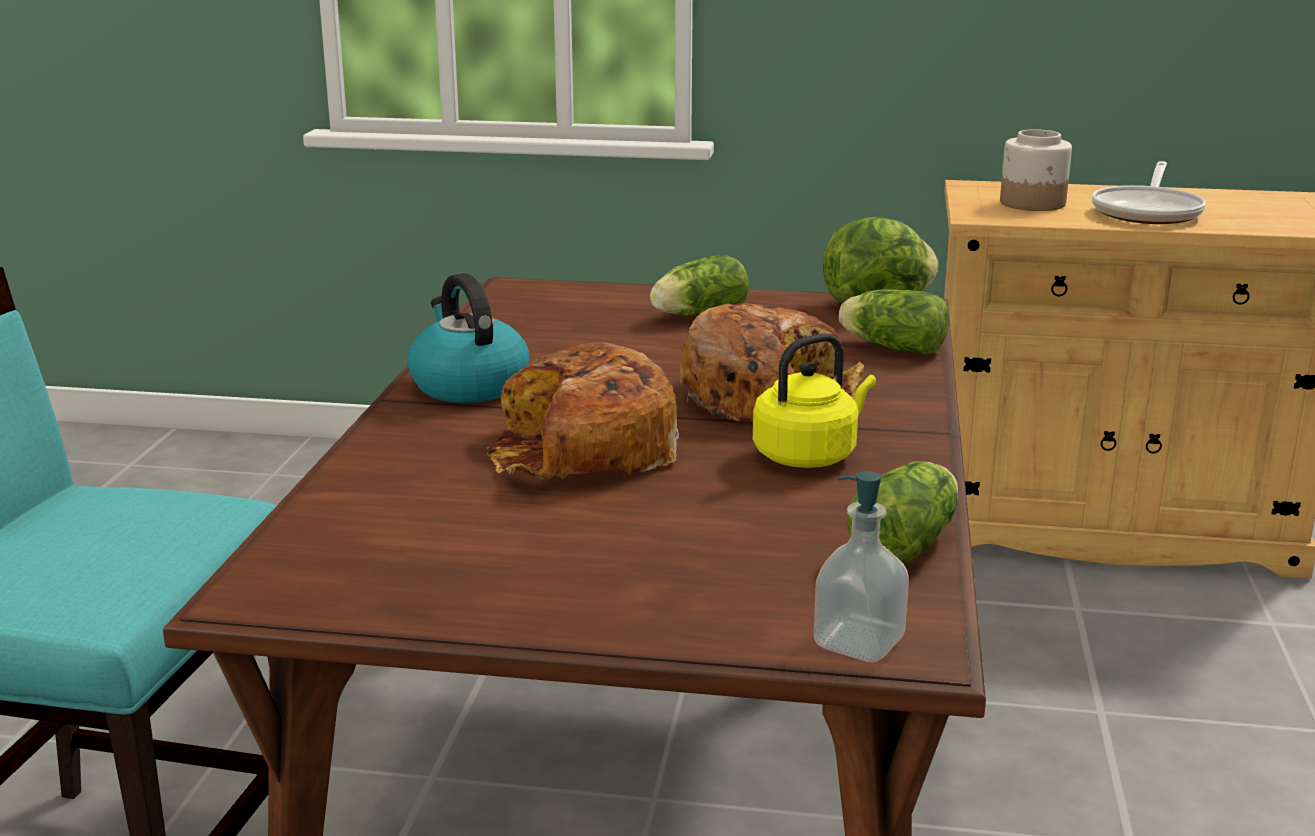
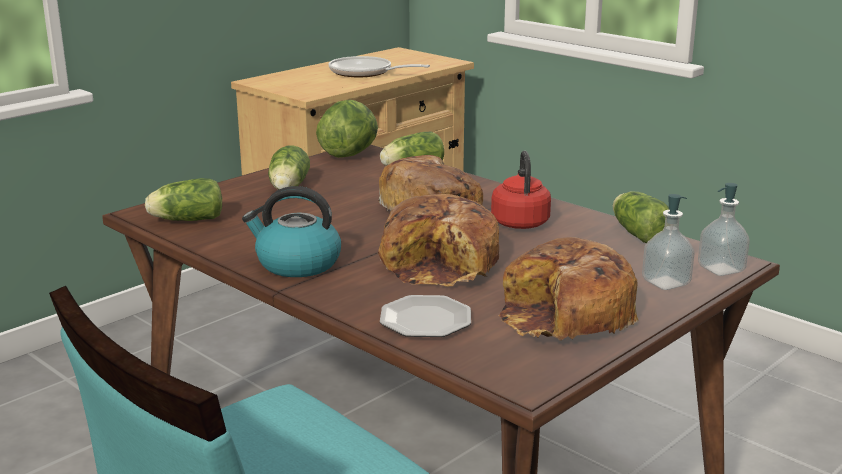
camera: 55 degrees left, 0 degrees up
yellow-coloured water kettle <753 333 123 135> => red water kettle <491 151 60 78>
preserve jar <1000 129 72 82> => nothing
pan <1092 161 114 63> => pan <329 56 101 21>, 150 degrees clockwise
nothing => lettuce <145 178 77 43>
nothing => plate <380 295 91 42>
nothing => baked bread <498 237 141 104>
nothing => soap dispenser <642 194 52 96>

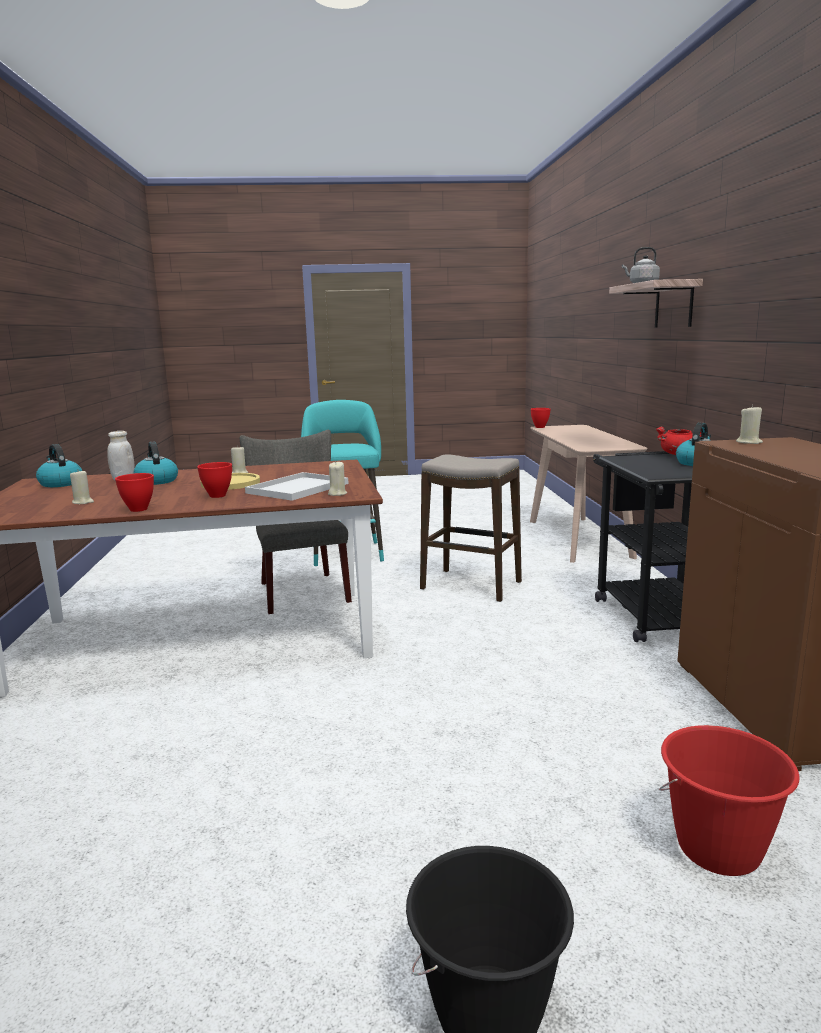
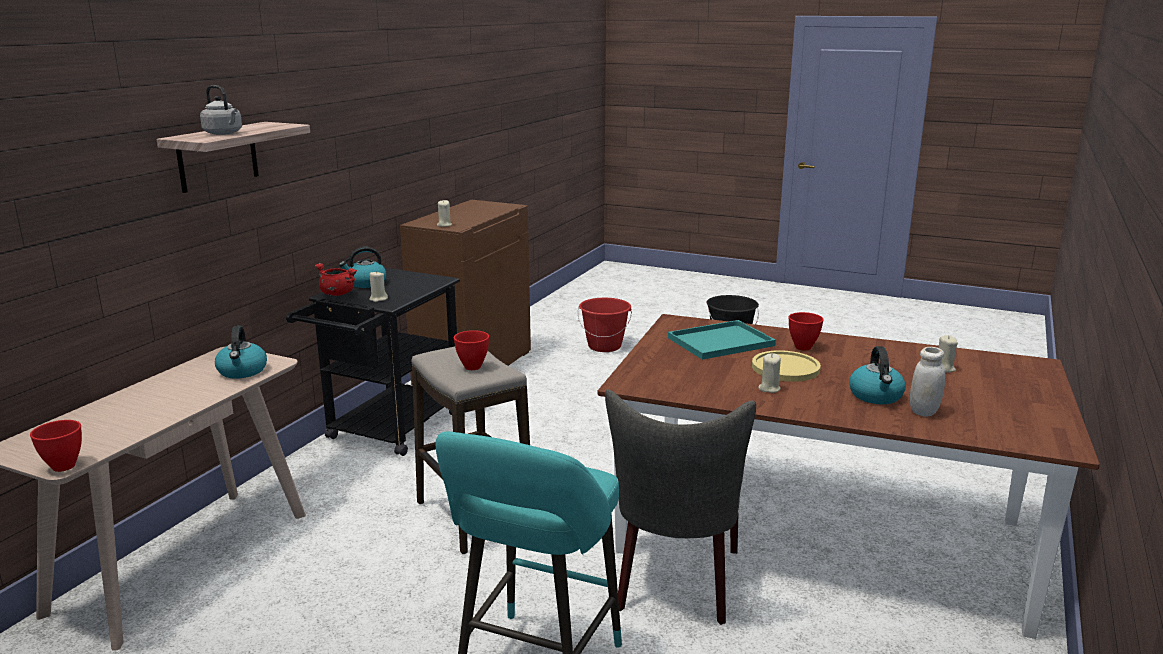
camera: 150 degrees left, 5 degrees up
water kettle <36 444 46 43> => water kettle <215 326 52 53>, shifted
red serving bowl <115 473 39 39> => red serving bowl <454 330 35 40>, shifted
white tray <245 472 104 29> => turquoise-coloured tray <668 320 108 40>
beige candle <328 461 19 35> => beige candle <369 271 19 31>, shifted

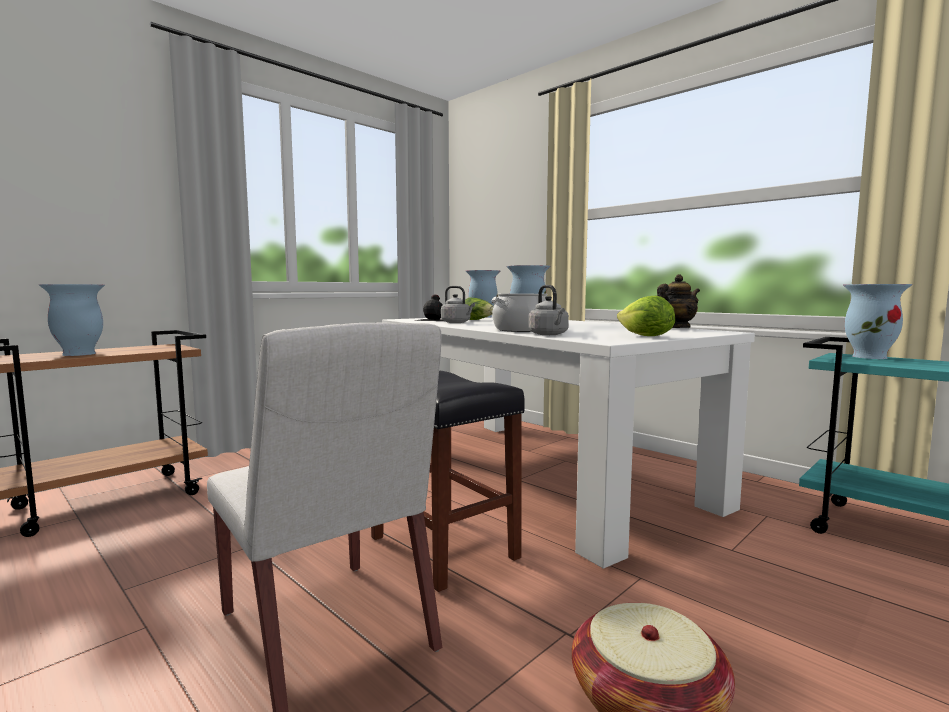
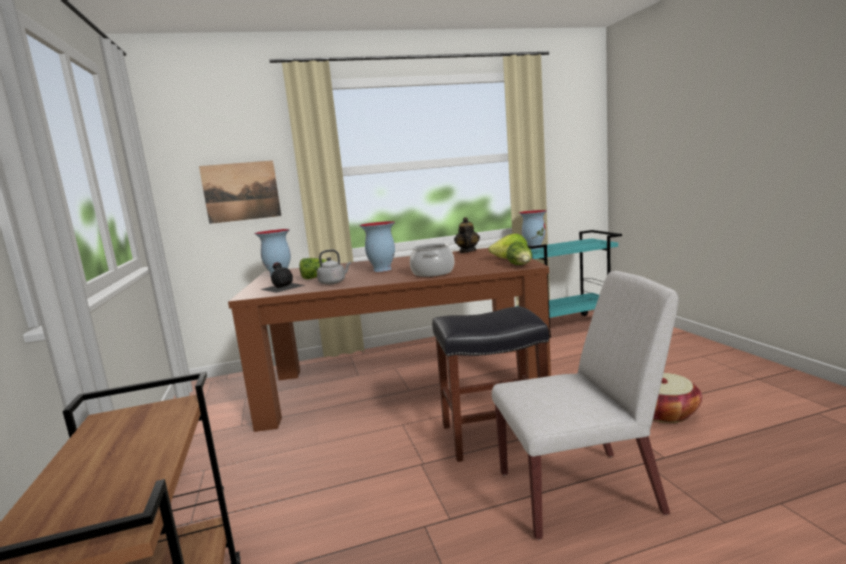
camera: 60 degrees left, 5 degrees up
flower vase <38 284 67 72> => nothing
white dinner table <382 317 373 252> => brownish dinner table <228 248 323 184>
greyish water kettle <528 285 41 50> => nothing
nothing => wall art <199 160 82 64>
nothing => lettuce <506 242 26 23>

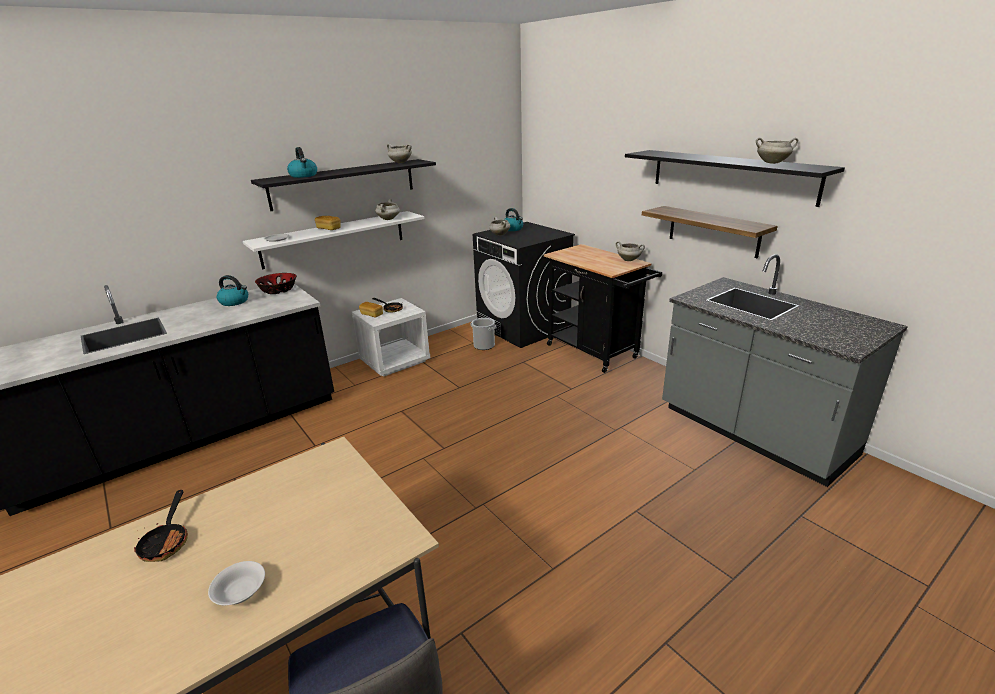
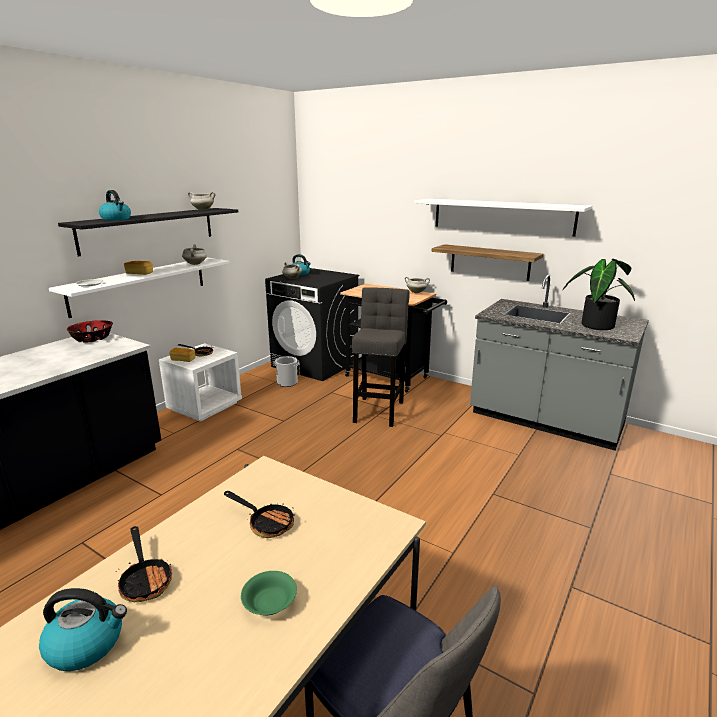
camera: 20 degrees left, 5 degrees down
white serving bowl <208 561 57 44> => green serving bowl <241 571 56 44>
water kettle <217 275 31 31> => water kettle <39 588 88 83>, shifted
black bracket shelf <625 150 220 57> => white bracket shelf <414 199 178 38>
white stockpot <756 138 42 26> => nothing
nothing => pan <224 491 71 47>
nothing => greyish stool seat <352 287 58 140>
nothing => plant in a pot <563 259 72 71>

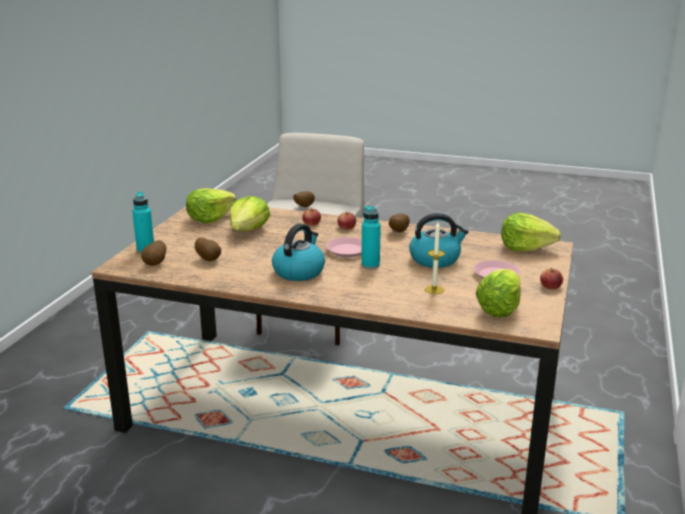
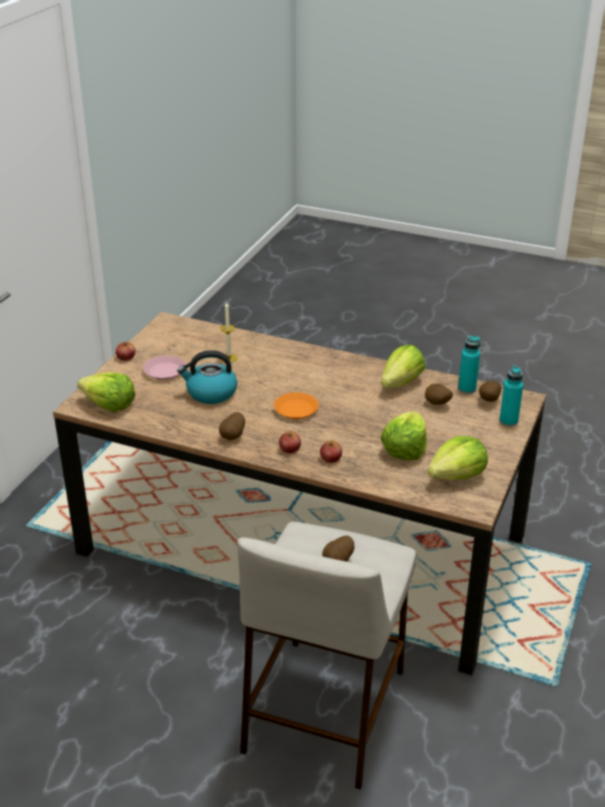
camera: 175 degrees left, 10 degrees up
water kettle <272 223 53 58> => nothing
pink-coloured plate <326 237 36 20> => orange plate <274 392 45 27>
turquoise-coloured bottle <361 206 20 63> => turquoise-coloured bottle <458 336 22 58>, shifted
lettuce <476 269 45 48> => lettuce <381 345 44 43>, shifted

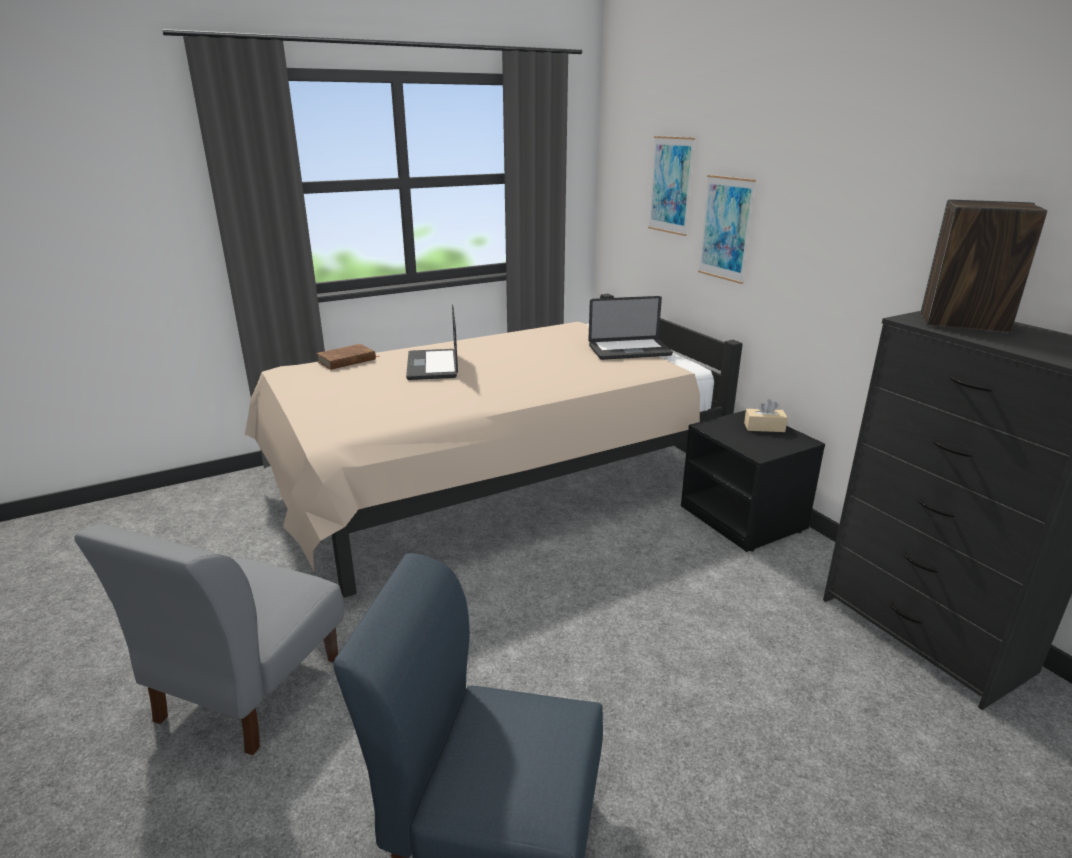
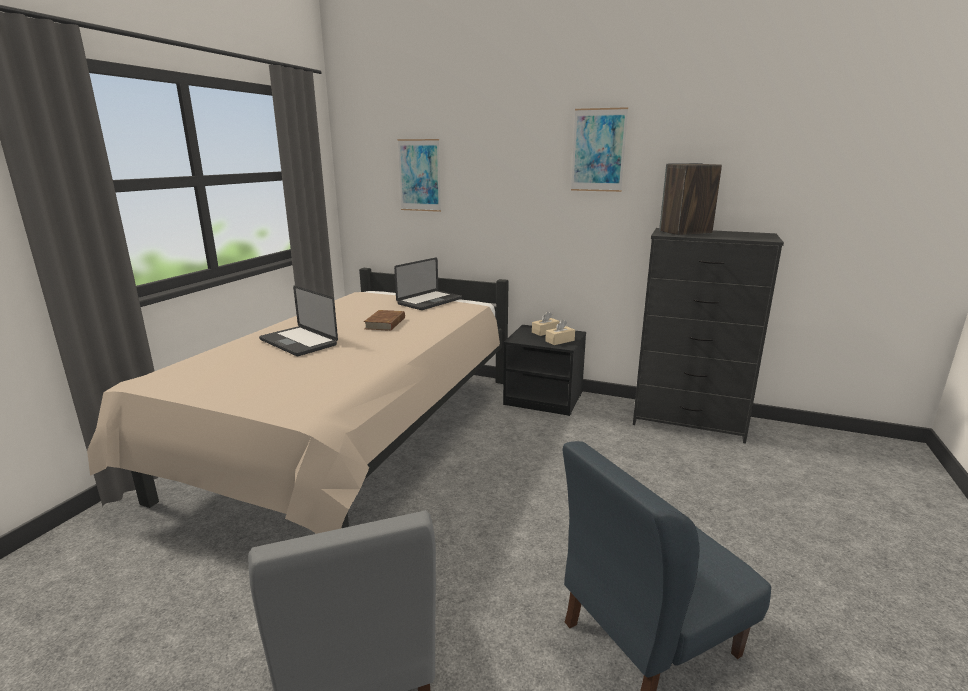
camera: 40 degrees left, 5 degrees down
brownish bound book <316 344 64 26> => brownish bound book <364 310 41 21>, shifted
wall art <698 175 58 109> => wall art <571 107 57 85>, shifted
nothing => beige box of tissues <545 320 30 25>

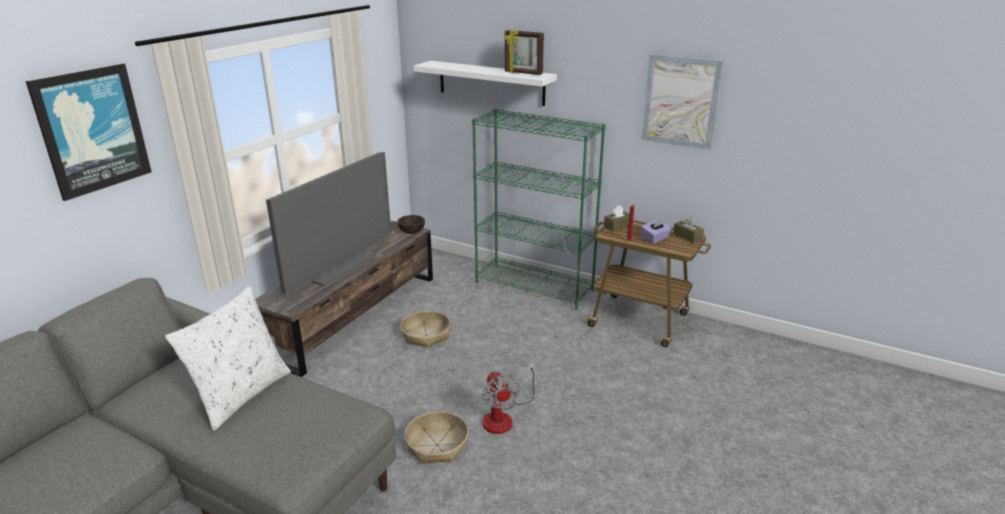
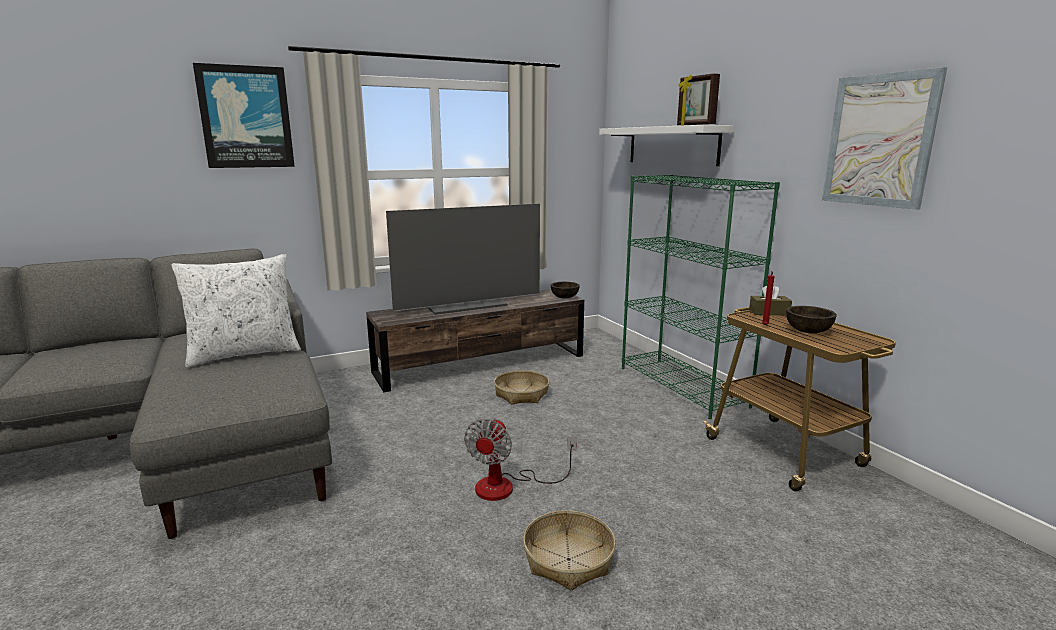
camera: 35 degrees right, 10 degrees down
storage basket <404 411 64 53> => storage basket <523 510 93 81>, shifted
purple box of tissues <641 219 31 25> => brownish serving bowl <786 306 51 27>
brownish box of tissues <673 216 31 27> => nothing

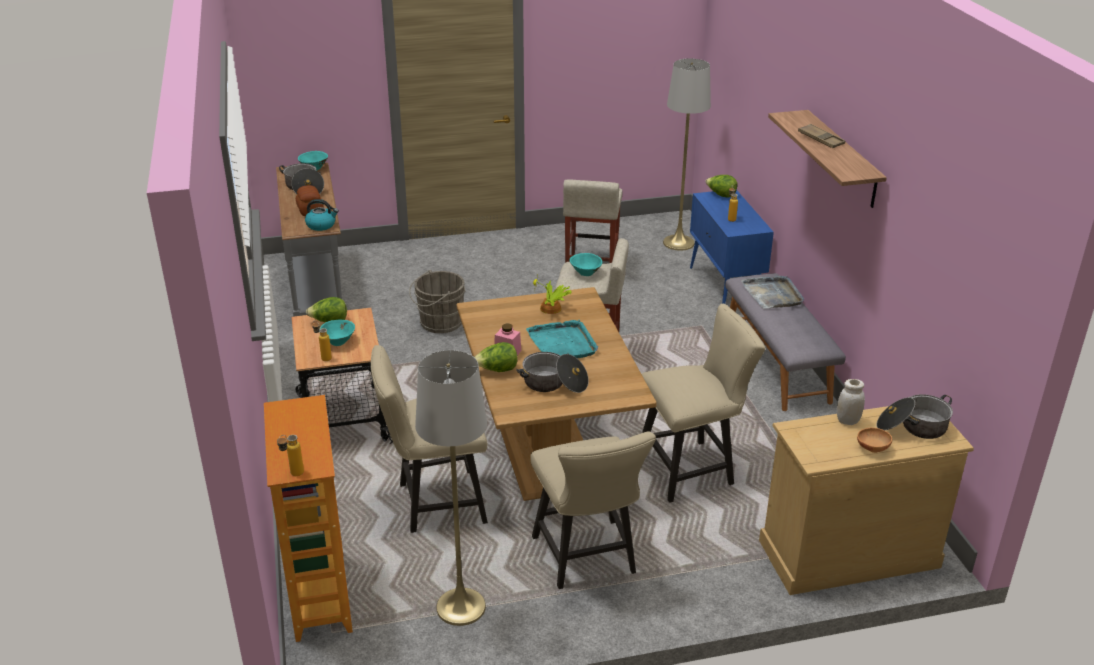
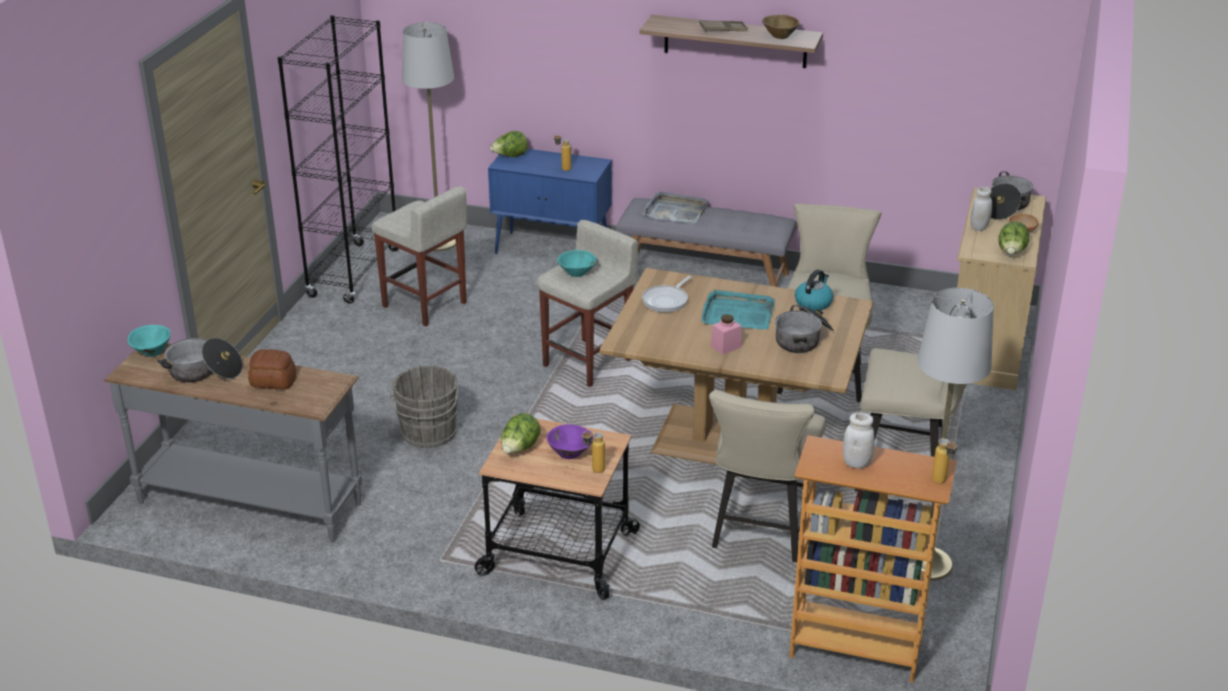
camera: 60 degrees left, 0 degrees up
water kettle <305 199 34 32> => water kettle <795 270 38 41>, shifted
turquoise-coloured serving bowl <320 320 35 26> => purple serving bowl <546 424 47 35>
lettuce <474 342 43 30> => lettuce <999 221 30 33>, shifted
plant in a pot <533 276 39 38> => pan <642 276 50 36>
nothing => black bookcase <278 15 121 289>
nothing => brownish serving bowl <762 15 37 24>
nothing => white preserve jar <843 413 32 56>

